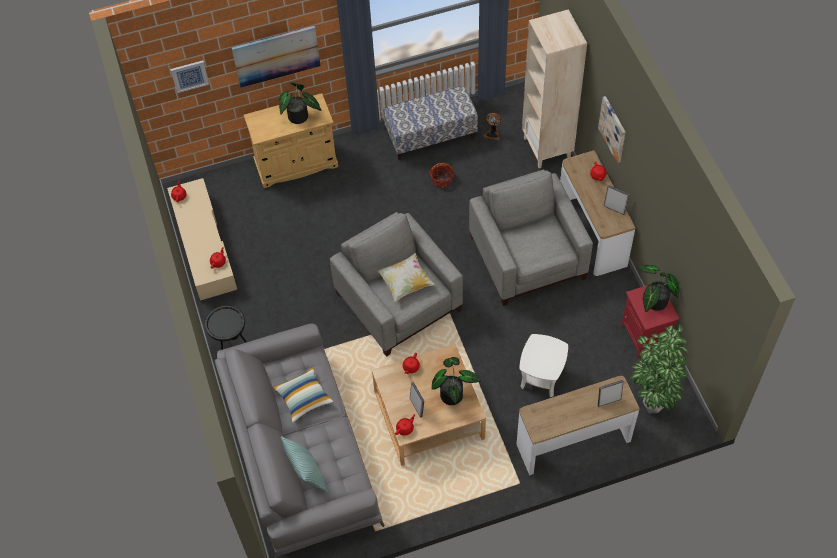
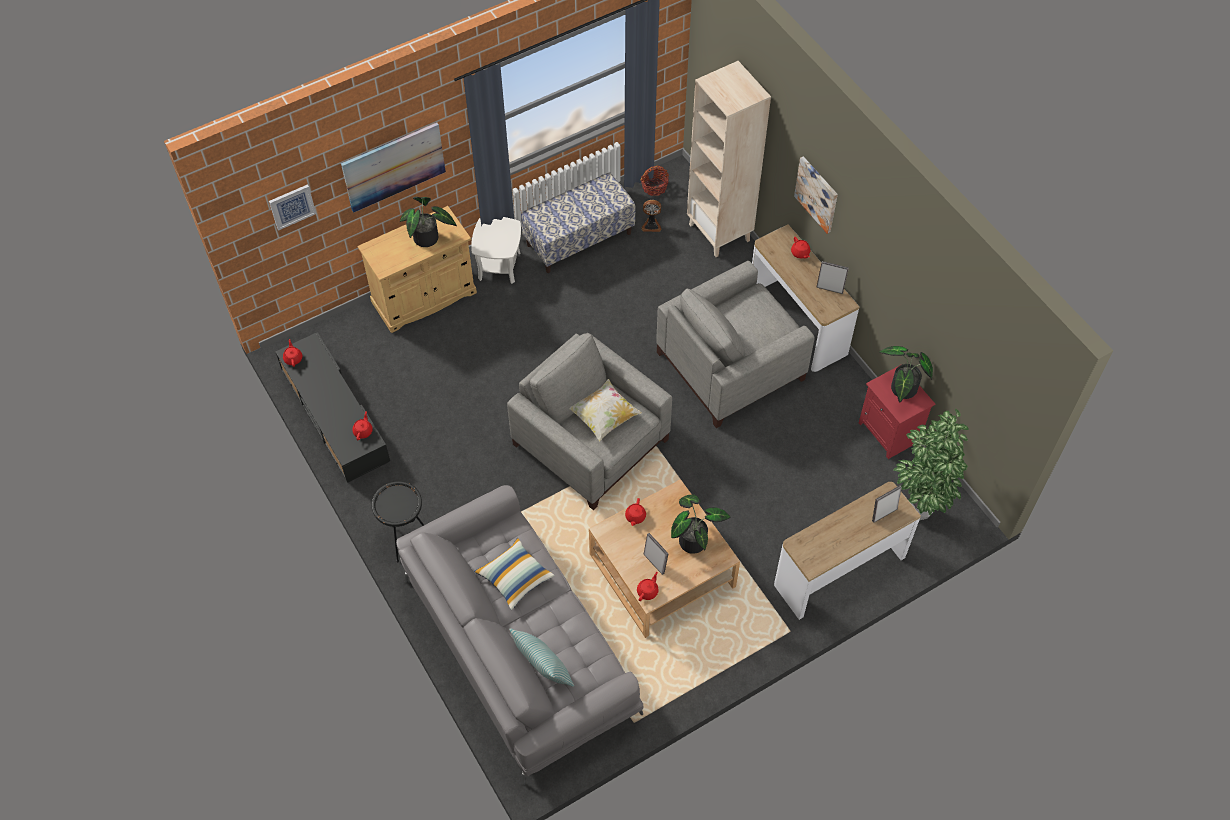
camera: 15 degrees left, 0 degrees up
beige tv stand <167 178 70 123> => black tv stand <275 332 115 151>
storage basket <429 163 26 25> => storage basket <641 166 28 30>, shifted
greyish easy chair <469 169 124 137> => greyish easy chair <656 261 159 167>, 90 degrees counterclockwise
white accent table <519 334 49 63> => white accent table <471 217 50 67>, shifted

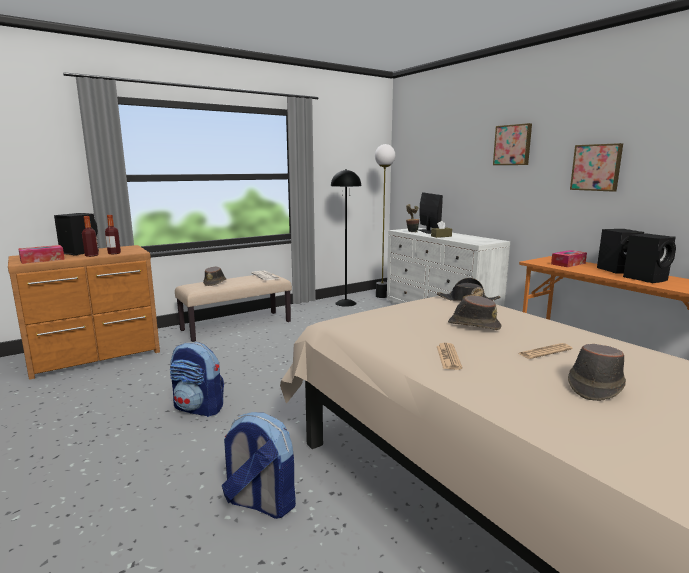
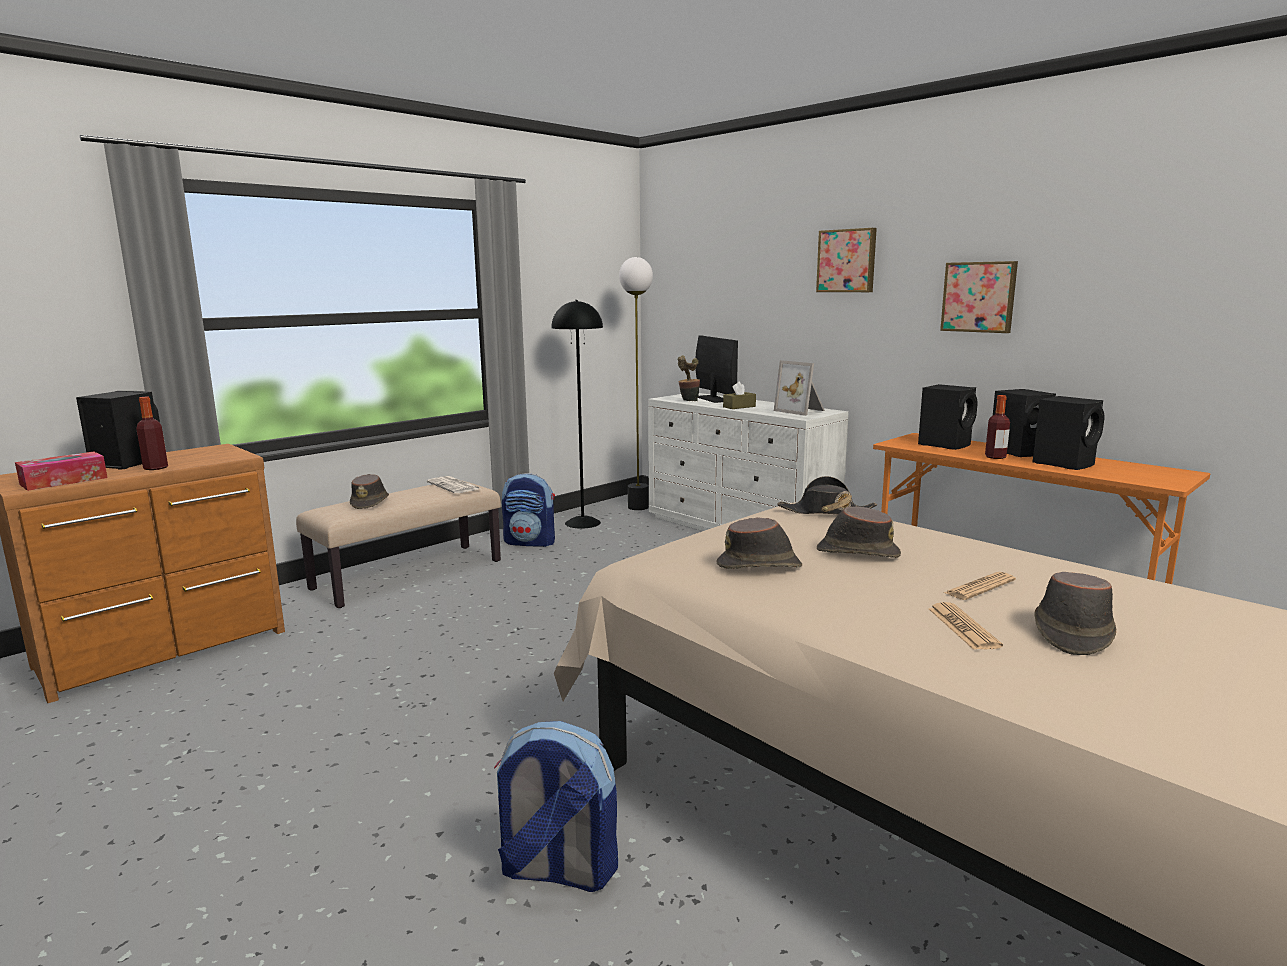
camera: 10 degrees left, 0 degrees up
bottle <105 215 16 39> => bottle <985 395 25 64>, shifted
backpack <170 342 54 75> => backpack <502 473 53 74>, shifted
daily paper <437 343 25 27> => daily paper <929 602 74 48>, shifted
box of tissues <551 250 36 17> => black loudspeaker <918 384 60 66>
nothing => brownish clothing hat <717 517 85 52>
nothing => standing frame <774 360 51 56>

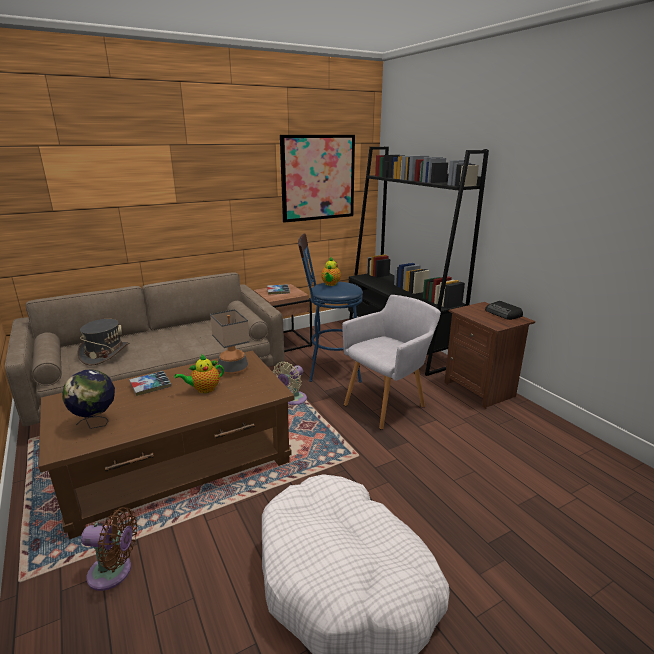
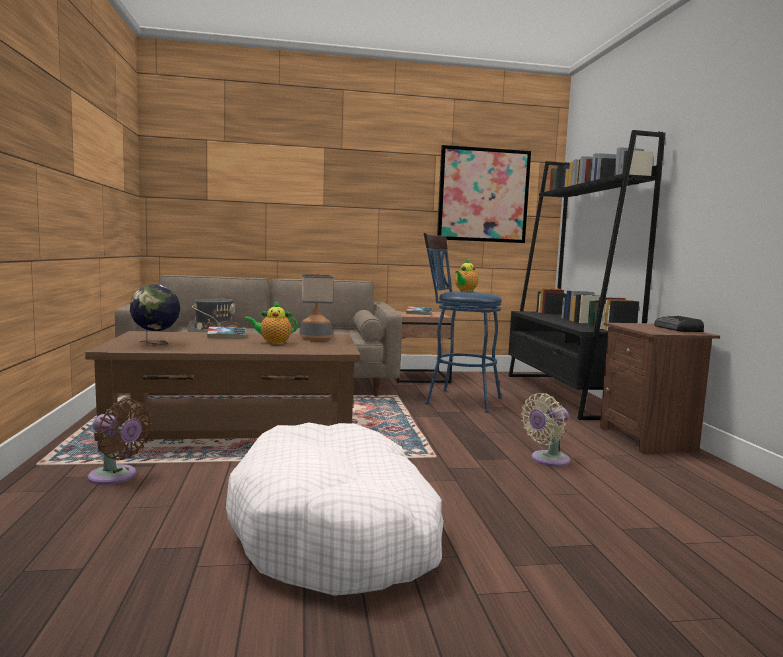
camera: 20 degrees right, 15 degrees down
beige fan <273 362 34 43> => beige fan <521 393 49 74>, shifted
greyish easy chair <342 295 99 134> => nothing

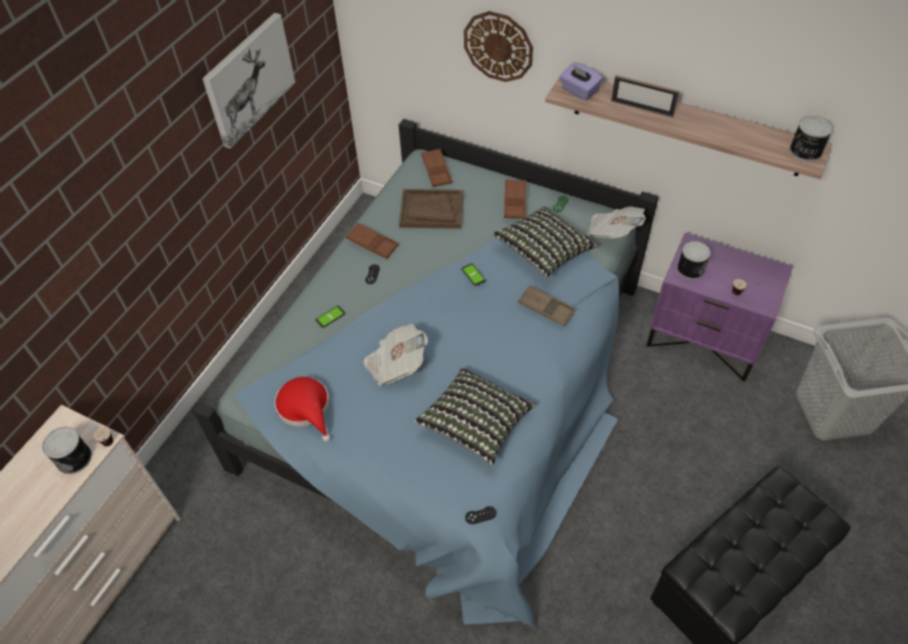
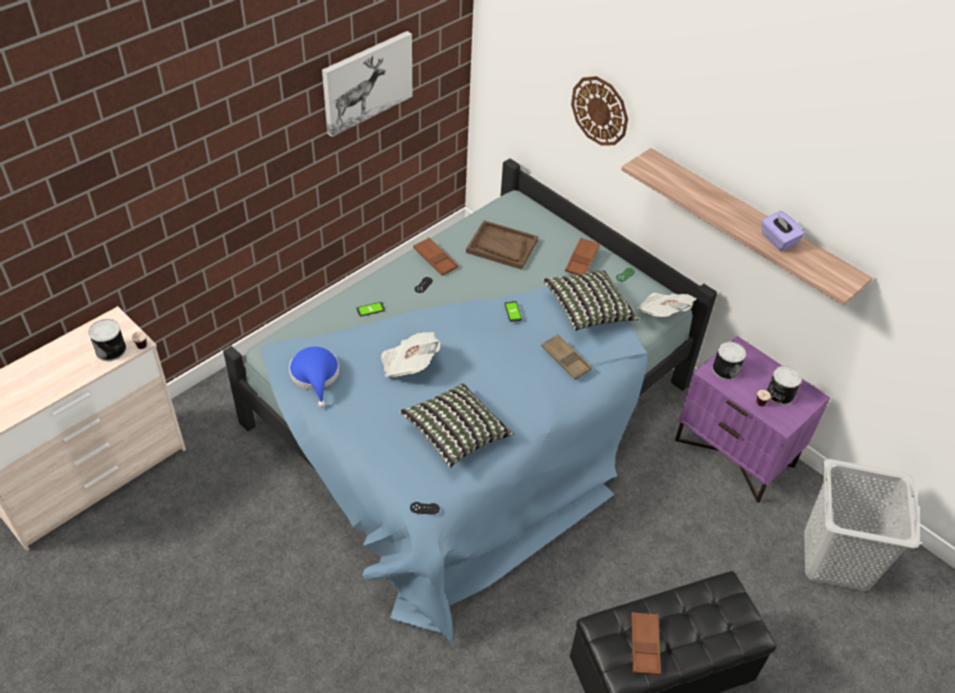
camera: 15 degrees right, 5 degrees down
red clothing hat <275 377 56 65> => blue clothing hat <289 347 50 61>
brownish tray <421 149 31 38> => brownish tray <631 612 30 63>, shifted
purple box of tissues <560 62 43 38> => purple box of tissues <761 211 43 40>, shifted
standing frame <611 75 68 42> => nothing
metal can <790 115 43 46> => metal can <767 366 35 39>, shifted

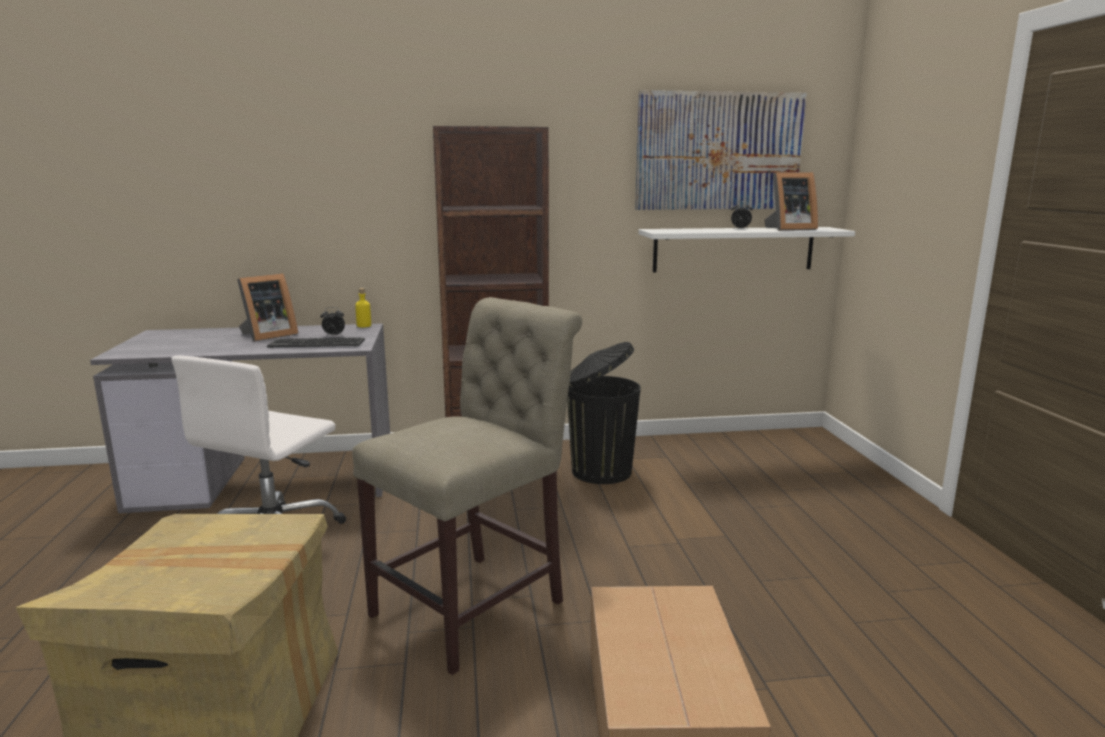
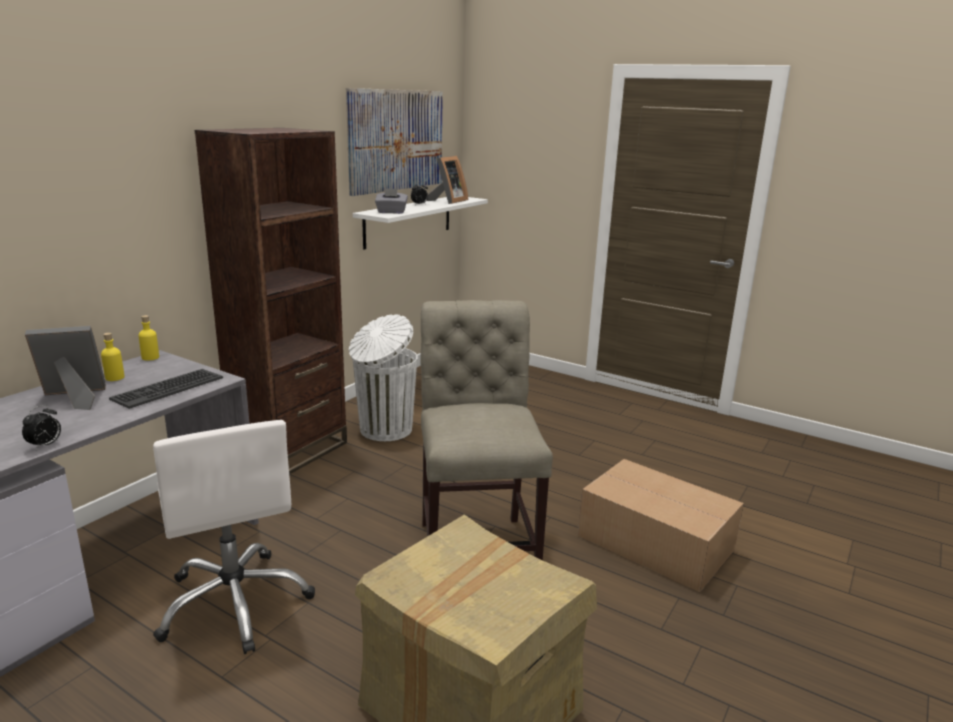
camera: 50 degrees left, 5 degrees up
standing frame <237 273 61 69> => standing frame <25 326 81 84>, 105 degrees counterclockwise
table clock <320 307 25 30> => table clock <22 405 39 45>, shifted
black trash can <567 342 74 142> => white trash can <349 314 69 127>
nothing => yellow-coloured bottle <101 333 24 48>
nothing => greyish box of tissues <375 188 33 26>

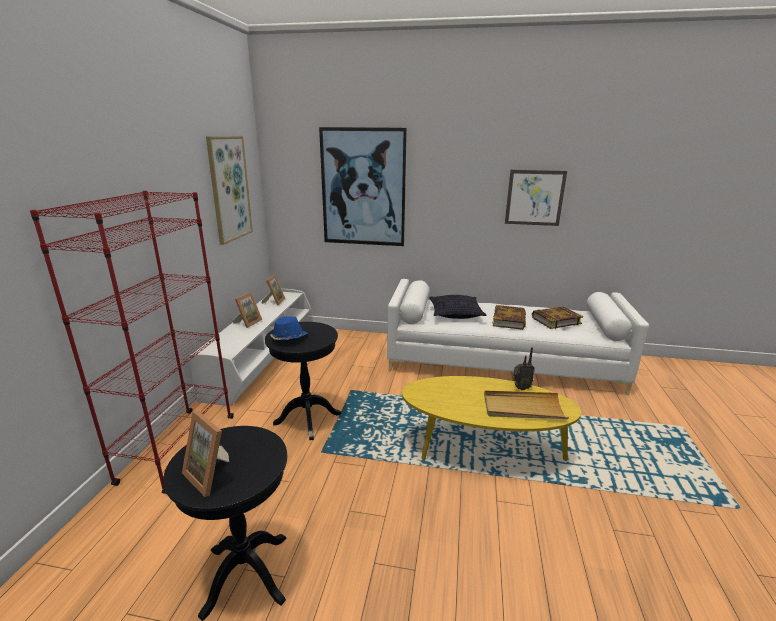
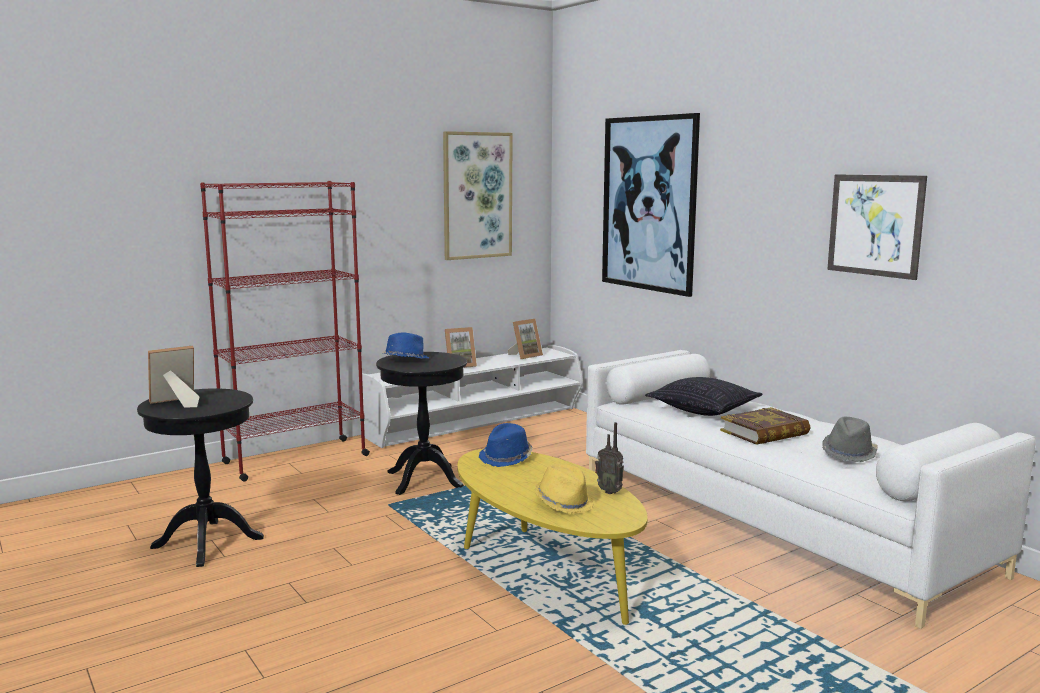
camera: 45 degrees right, 10 degrees down
standing frame <182 411 47 86> => standing frame <148 346 52 62>, 60 degrees clockwise
beige tray <484 391 85 28> => yellow-coloured clothing hat <535 464 59 50>
bound book <532 306 51 23> => greyish clothing hat <822 417 56 45>
nothing => blue clothing hat <479 423 53 44>

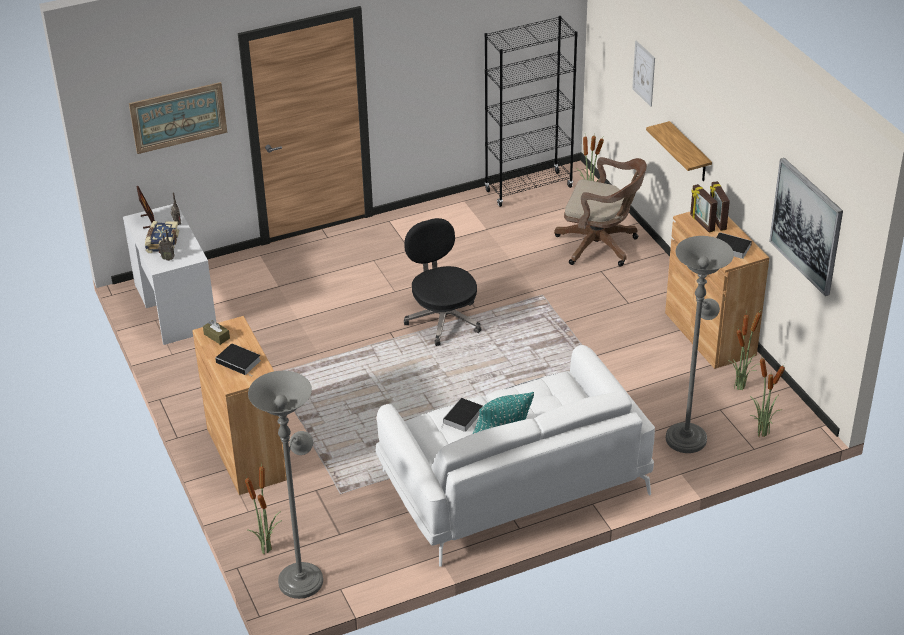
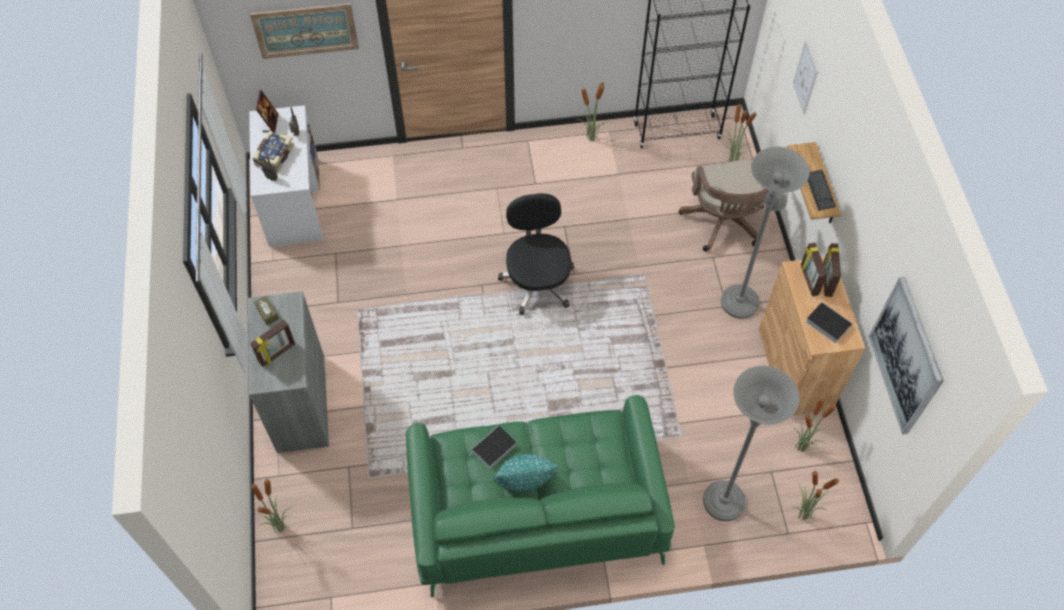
camera: 15 degrees right, 20 degrees up
brownish storage cabinet <192 316 95 179> => greyish storage cabinet <248 291 81 162>
bound book <215 343 46 33> => standing frame <250 320 45 47>
greyish standing lamp <248 371 75 228> => greyish standing lamp <721 147 89 172>, shifted
white couch <376 345 279 222> => green couch <406 395 269 203>
brownish office chair <554 157 93 110> => brownish office chair <679 159 90 92>, 45 degrees clockwise
nothing => plant in a pot <576 80 34 61>
nothing => PC keyboard <808 170 28 41>

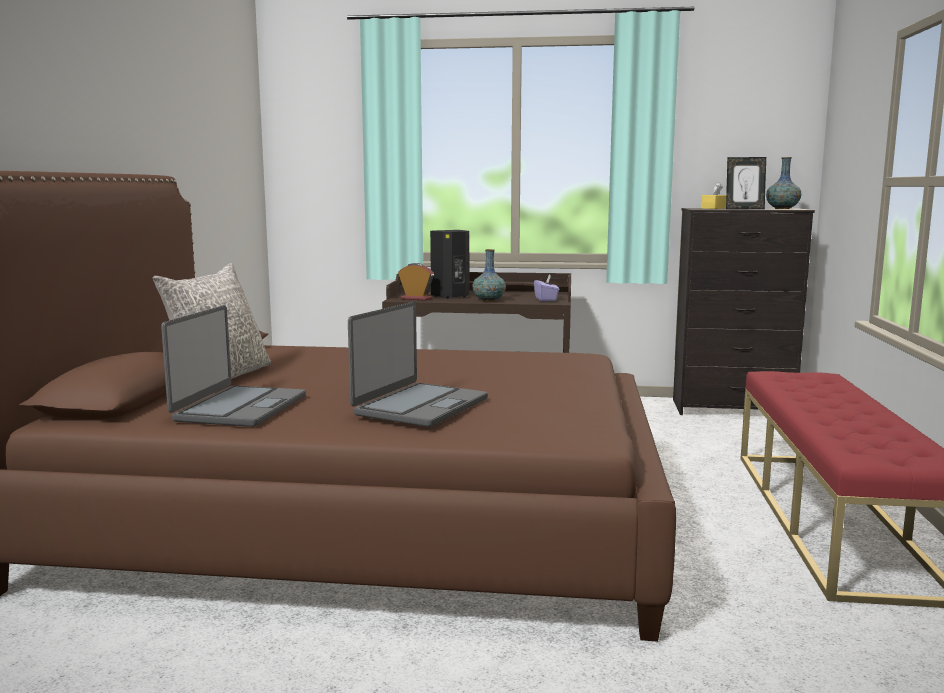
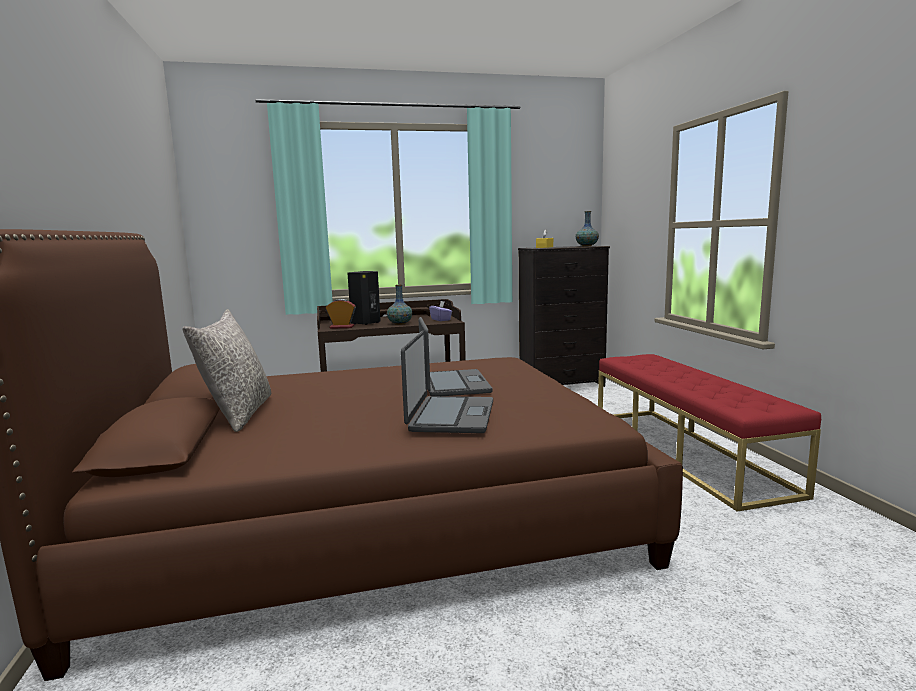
camera: 20 degrees left, 0 degrees up
laptop <161 305 145 122> => laptop <419 317 73 79>, shifted
standing frame <726 157 40 52> => nothing

